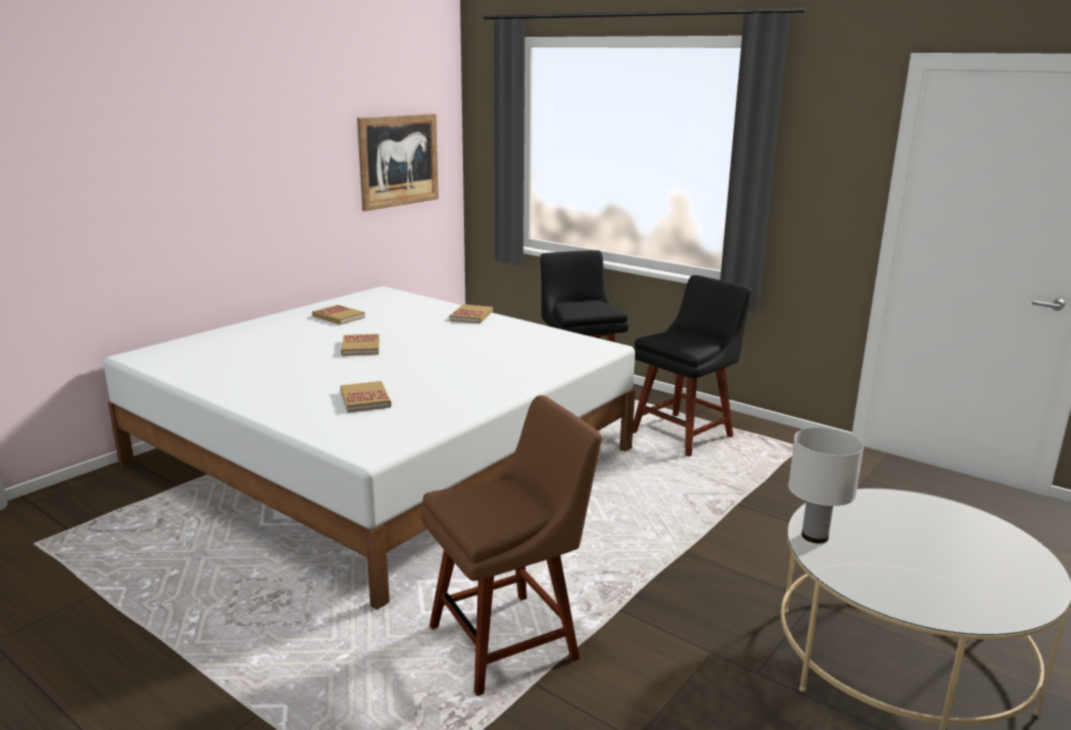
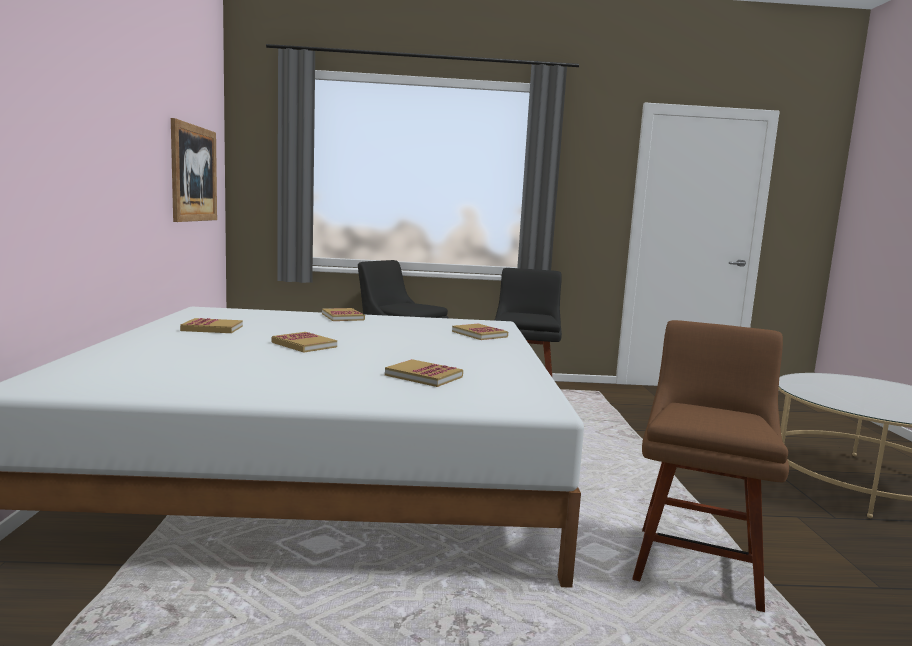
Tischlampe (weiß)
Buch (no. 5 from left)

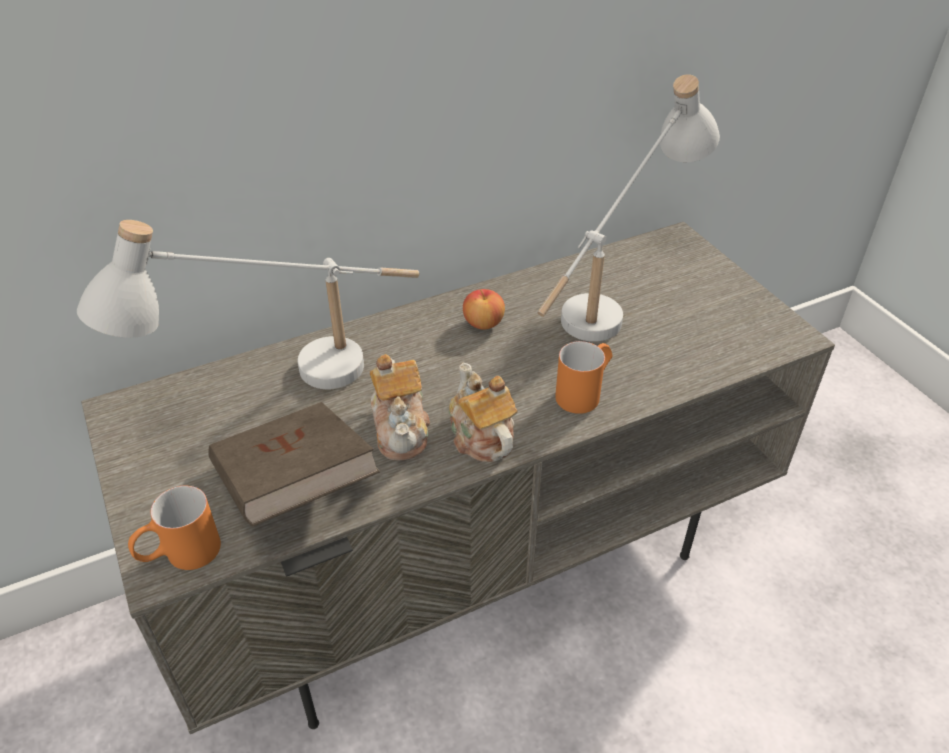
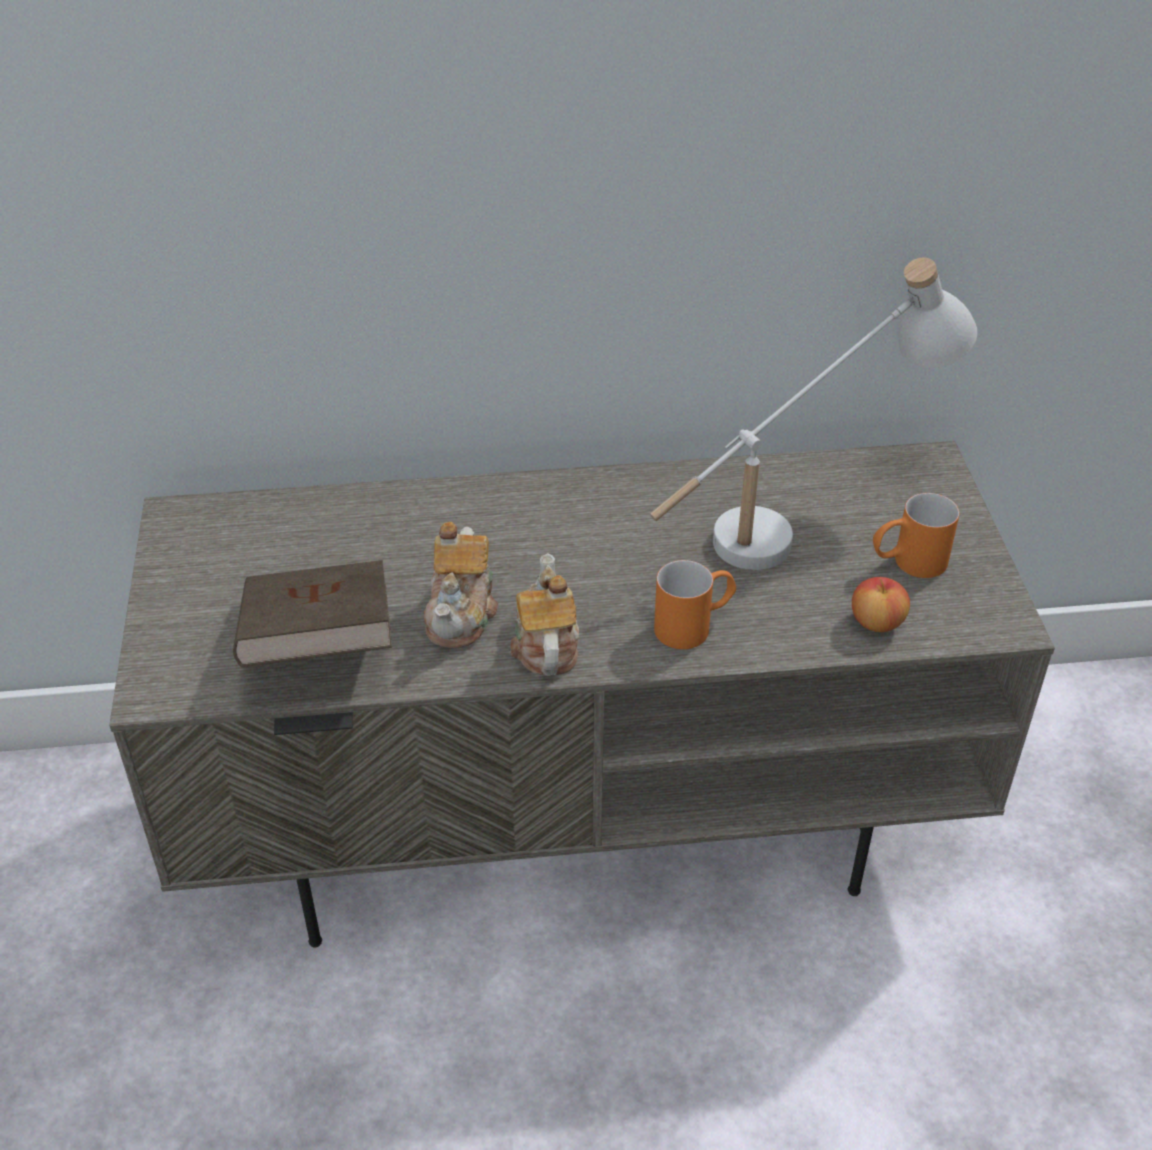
Tischlampe (weiß) (no. 1 from left in the first image)
Henkelbecher (orange) (no. 2 from left)
Apfel

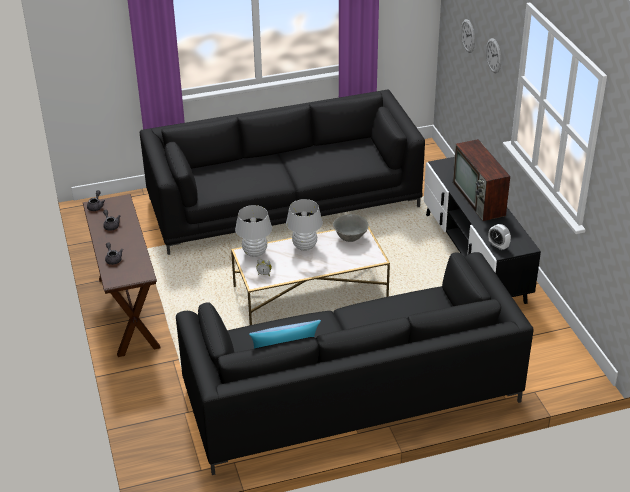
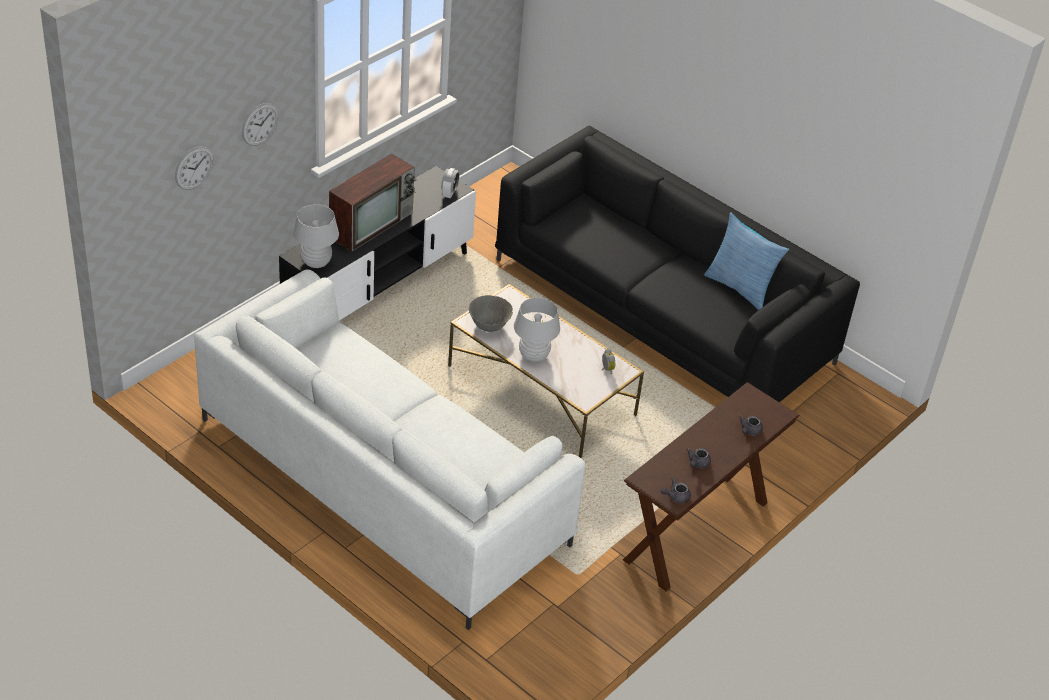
Tischlampe (weiß) (no. 1 from left)
Sofa (weiß)

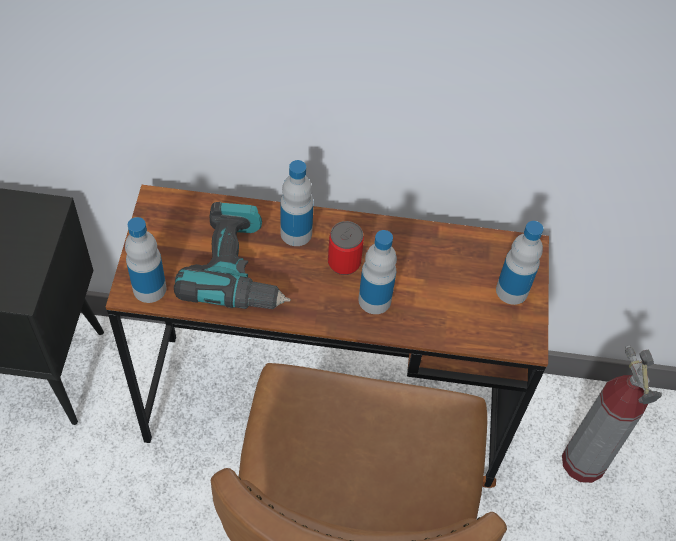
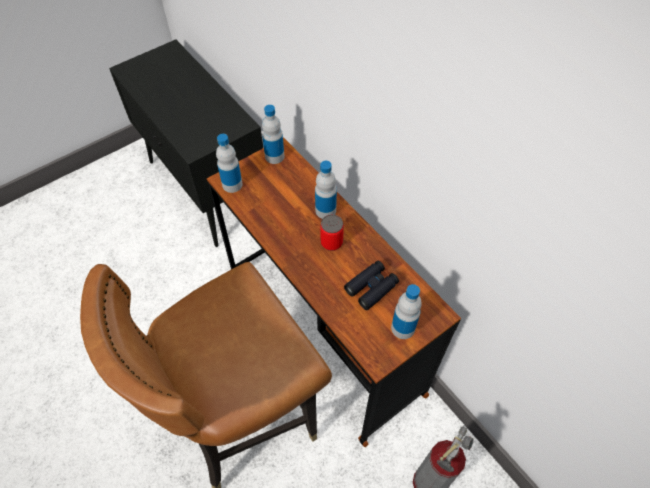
Bohrmaschine
Fernglas (schwarz)
Flasche (no. 2 from left)

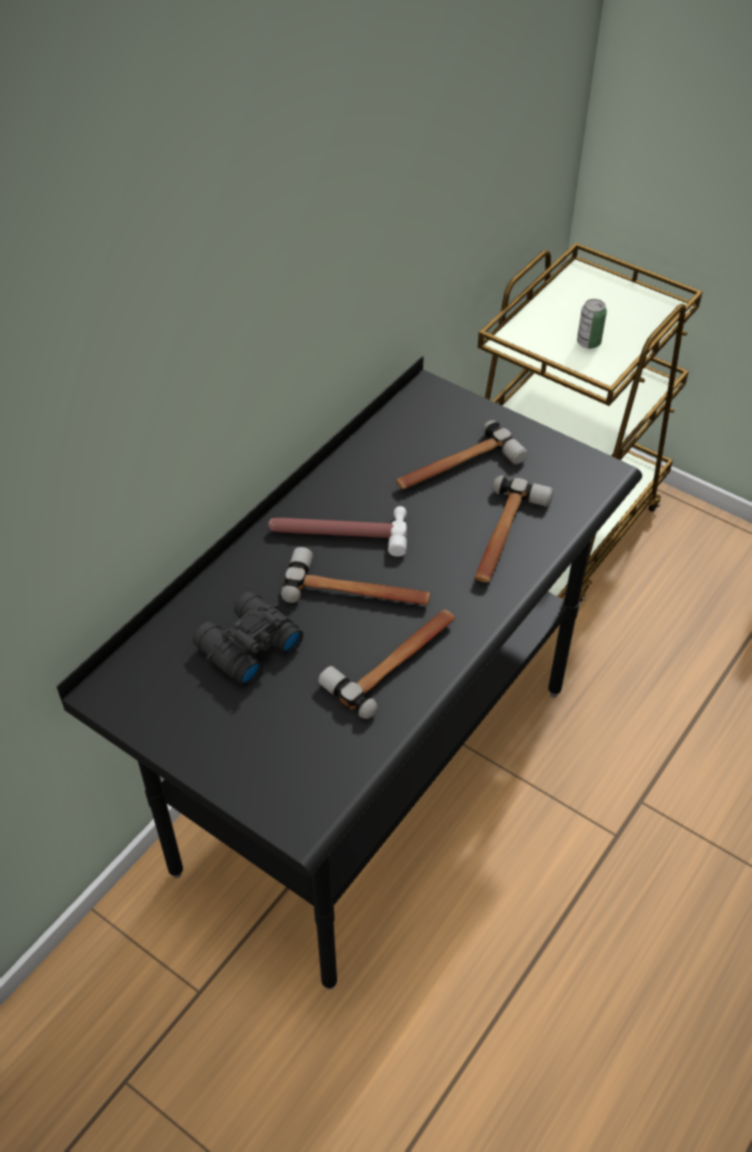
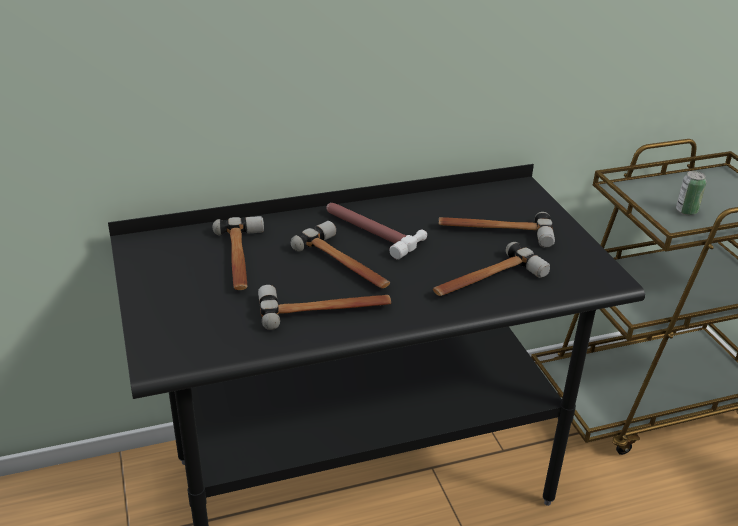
Hammer (no. 1 from left)

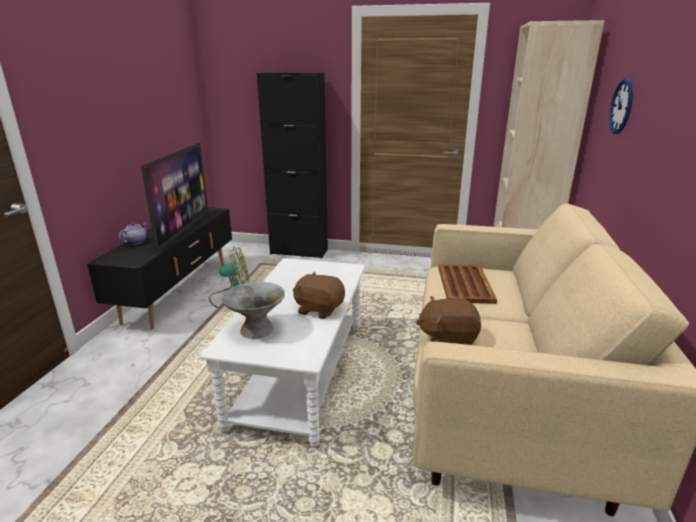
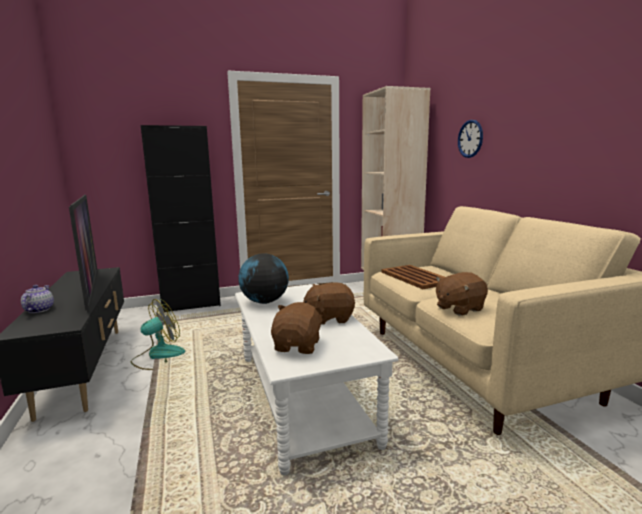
Globus
Plüschtier (braun) (no. 1 from left)

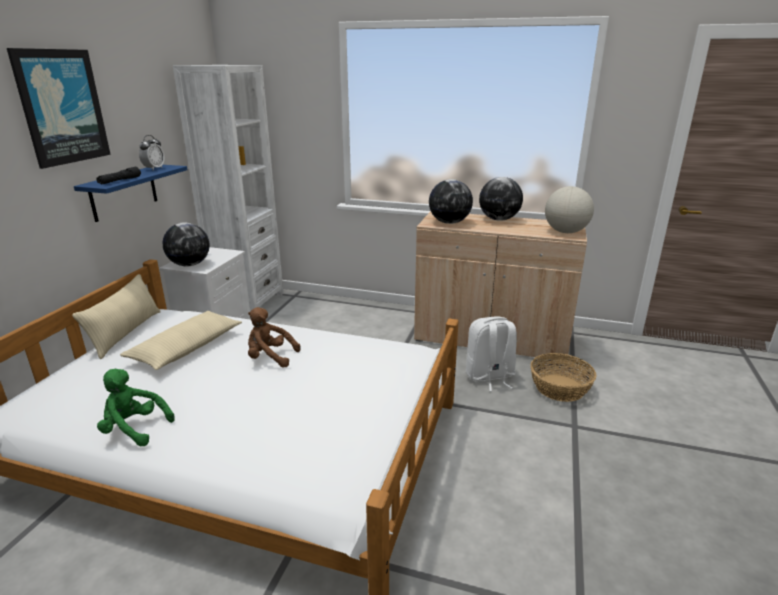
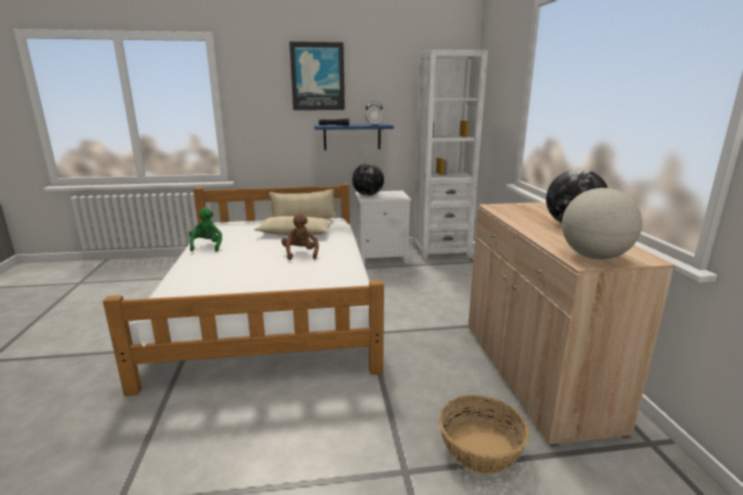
Globus (no. 2 from left in the first image)
Rucksack (weiß)

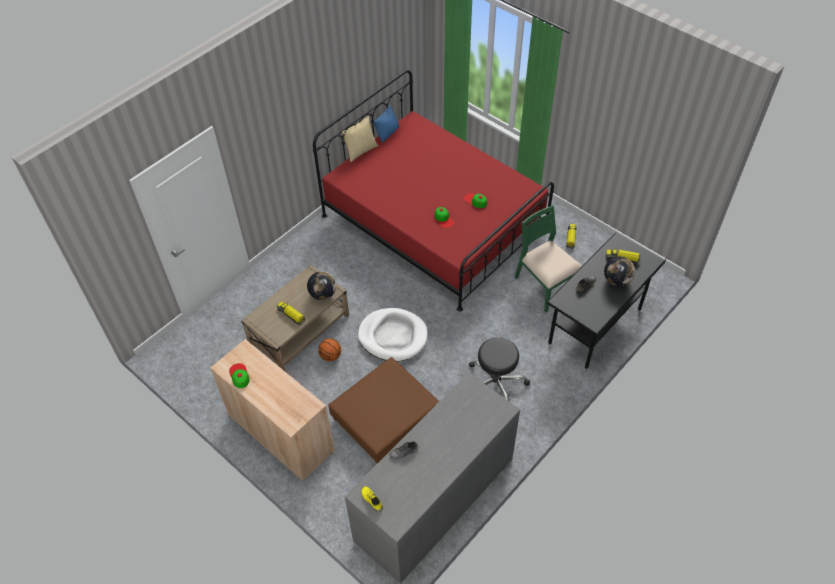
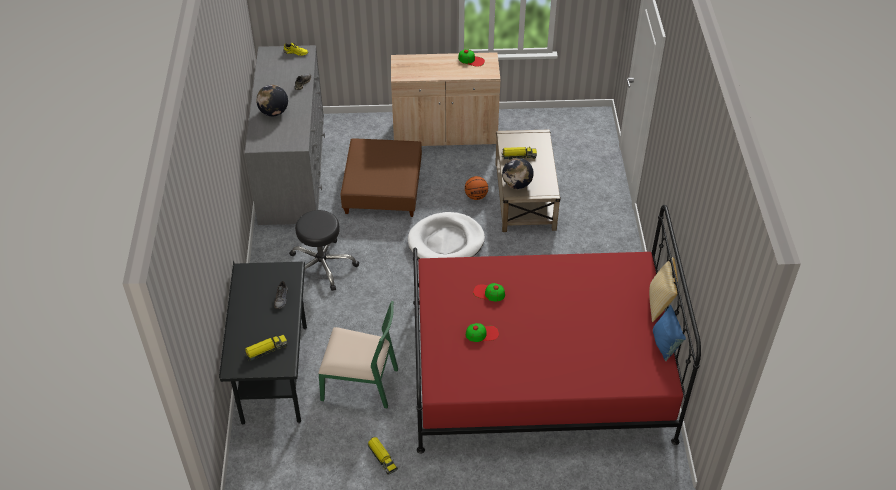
Globus (no. 1 from left)

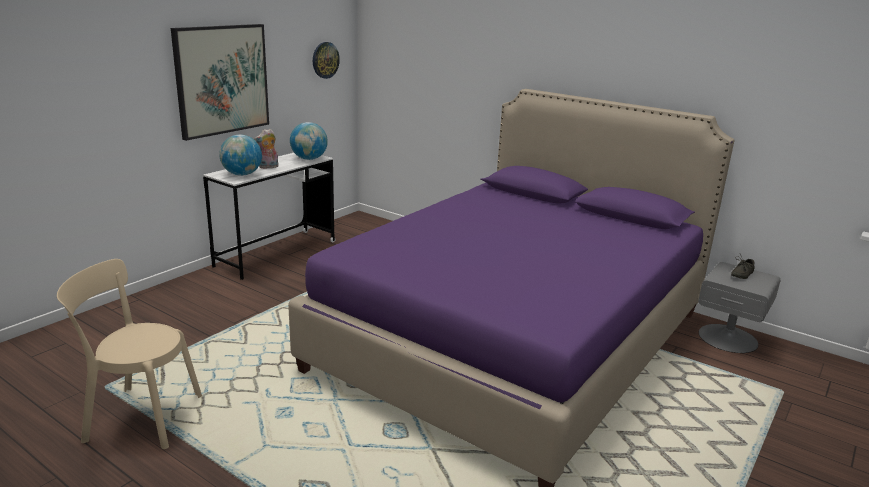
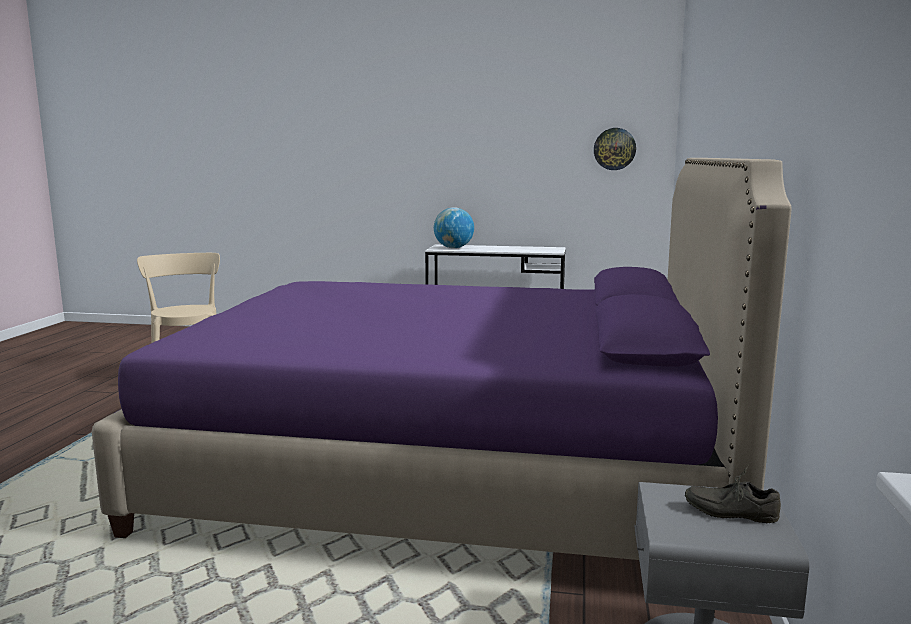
Bild
Plüschtier
Globus (no. 2 from left in the first image)

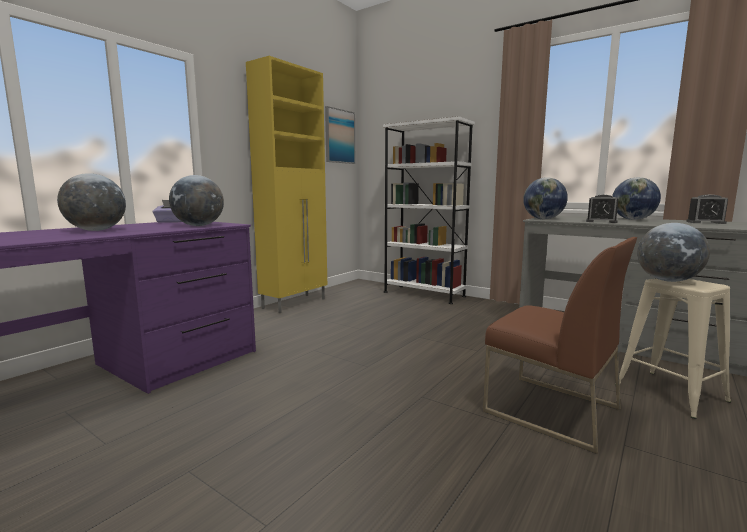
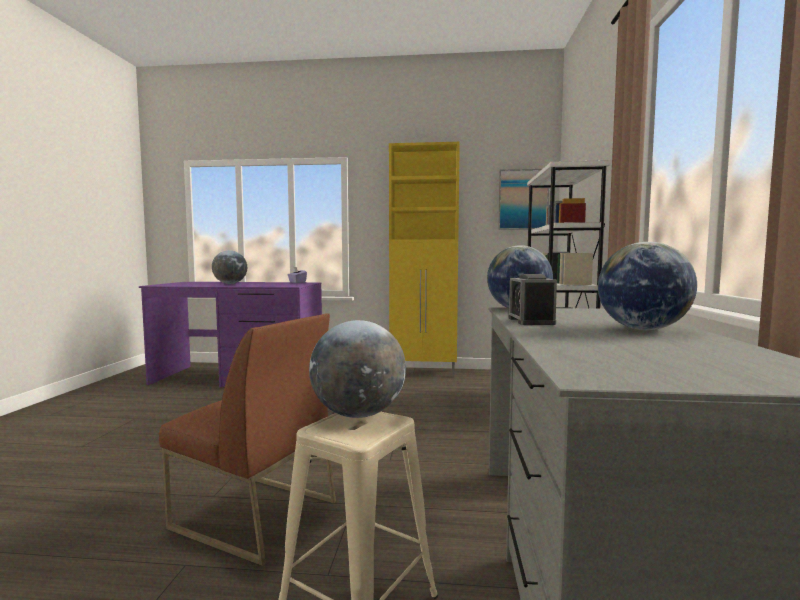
Globus (no. 2 from left in the first image)
Wecker (no. 2 from left in the first image)
Stuhl (braun)

